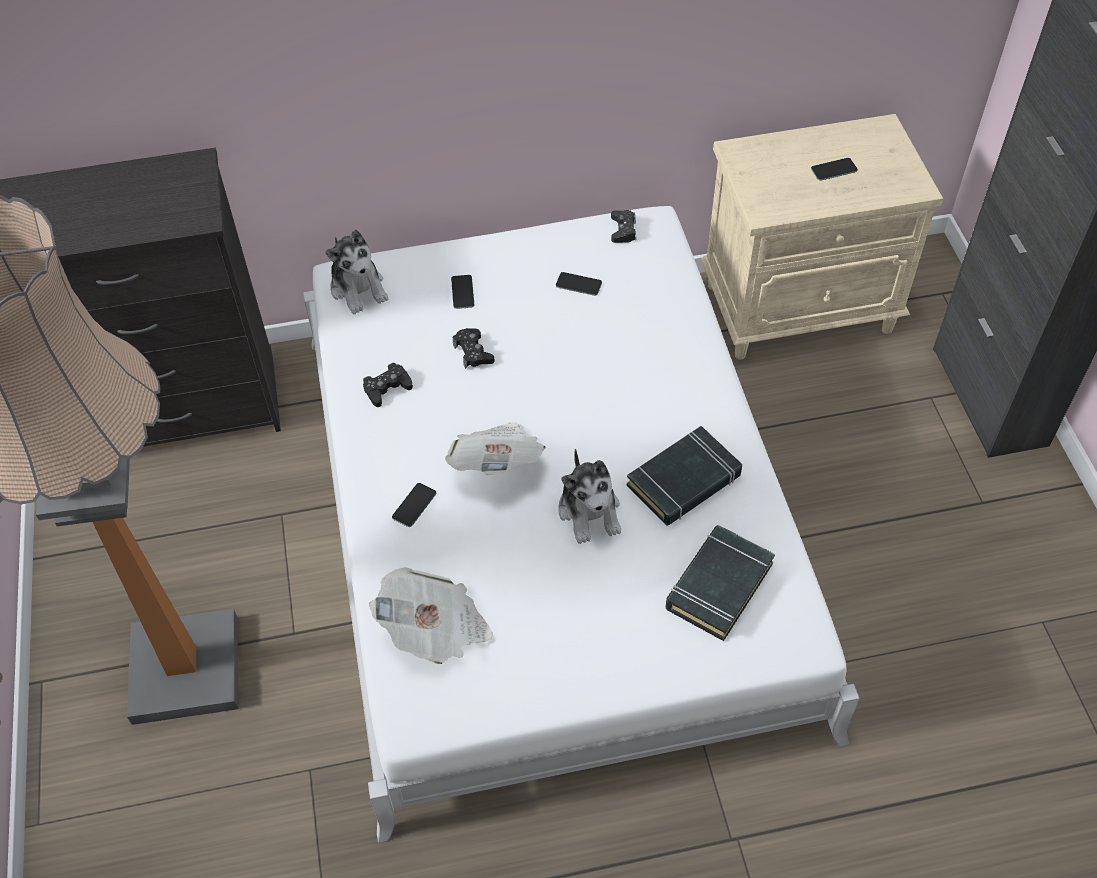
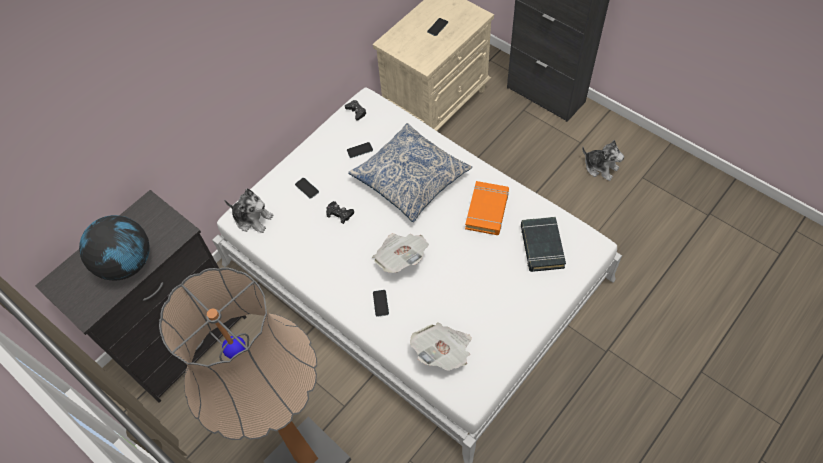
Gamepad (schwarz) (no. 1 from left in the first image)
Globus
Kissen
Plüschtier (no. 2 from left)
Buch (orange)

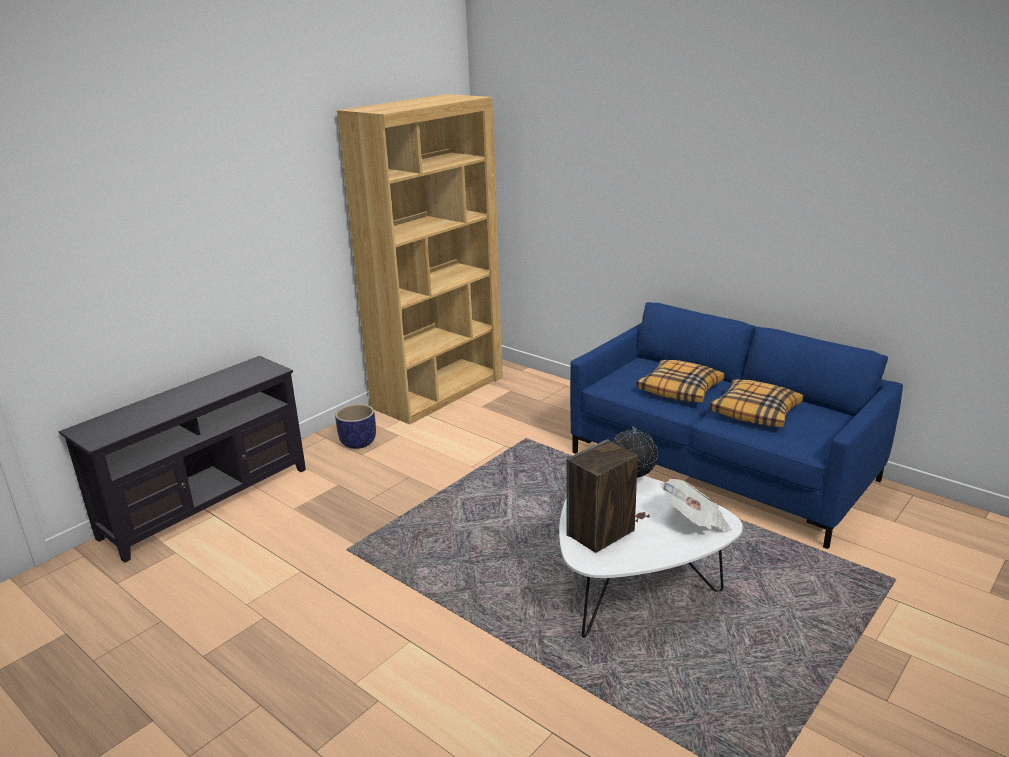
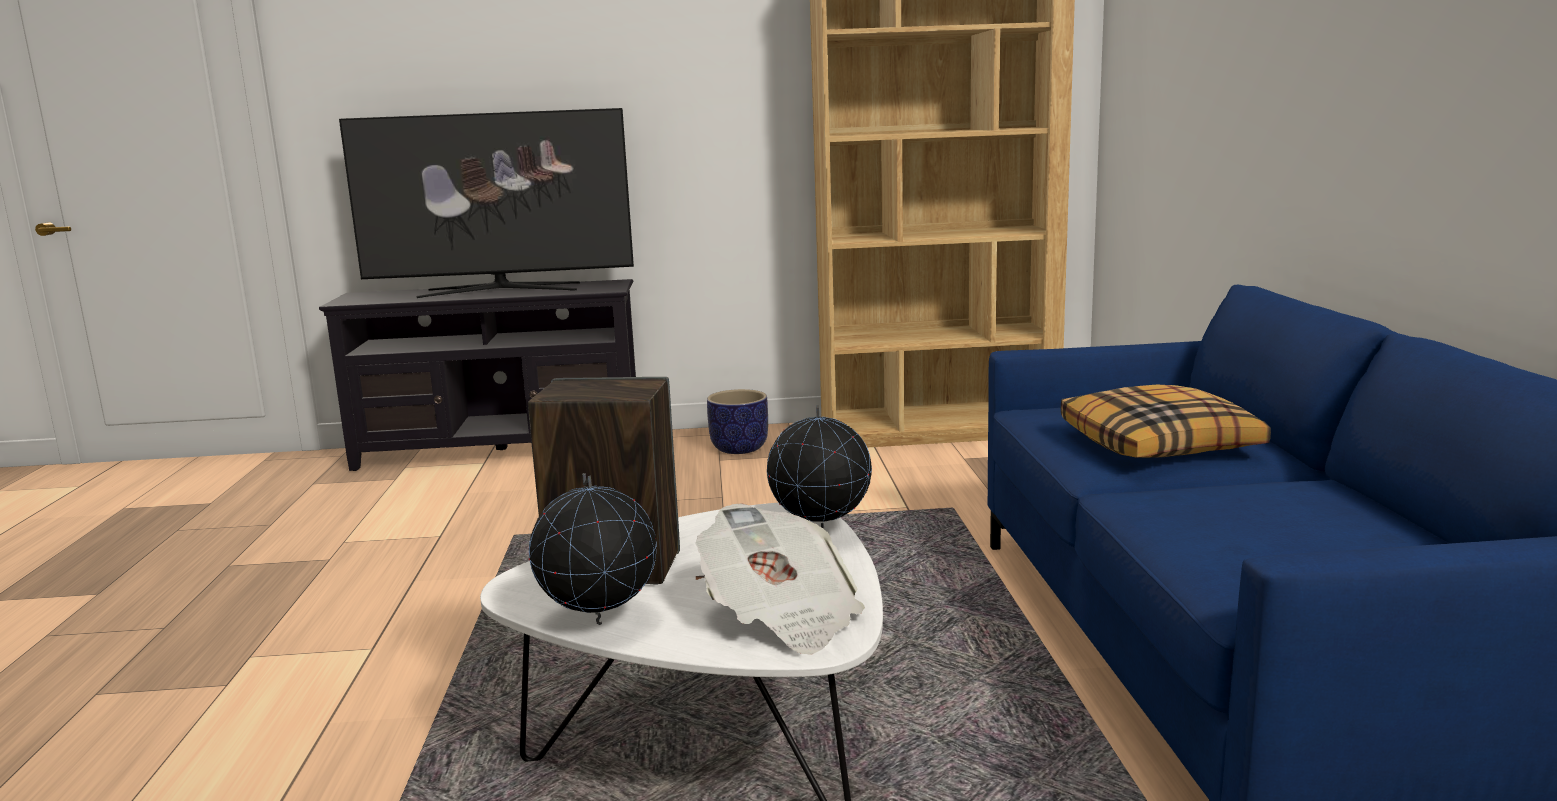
Kissen (no. 2 from left in the first image)
Fernseher
Globus (no. 1 from left)

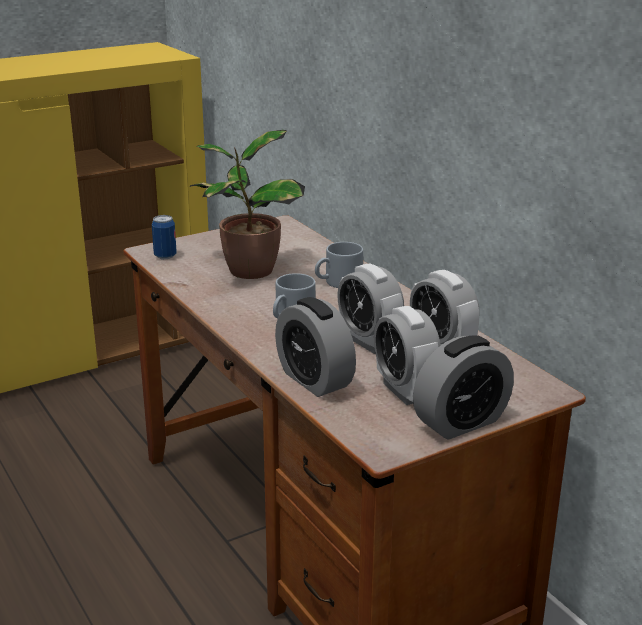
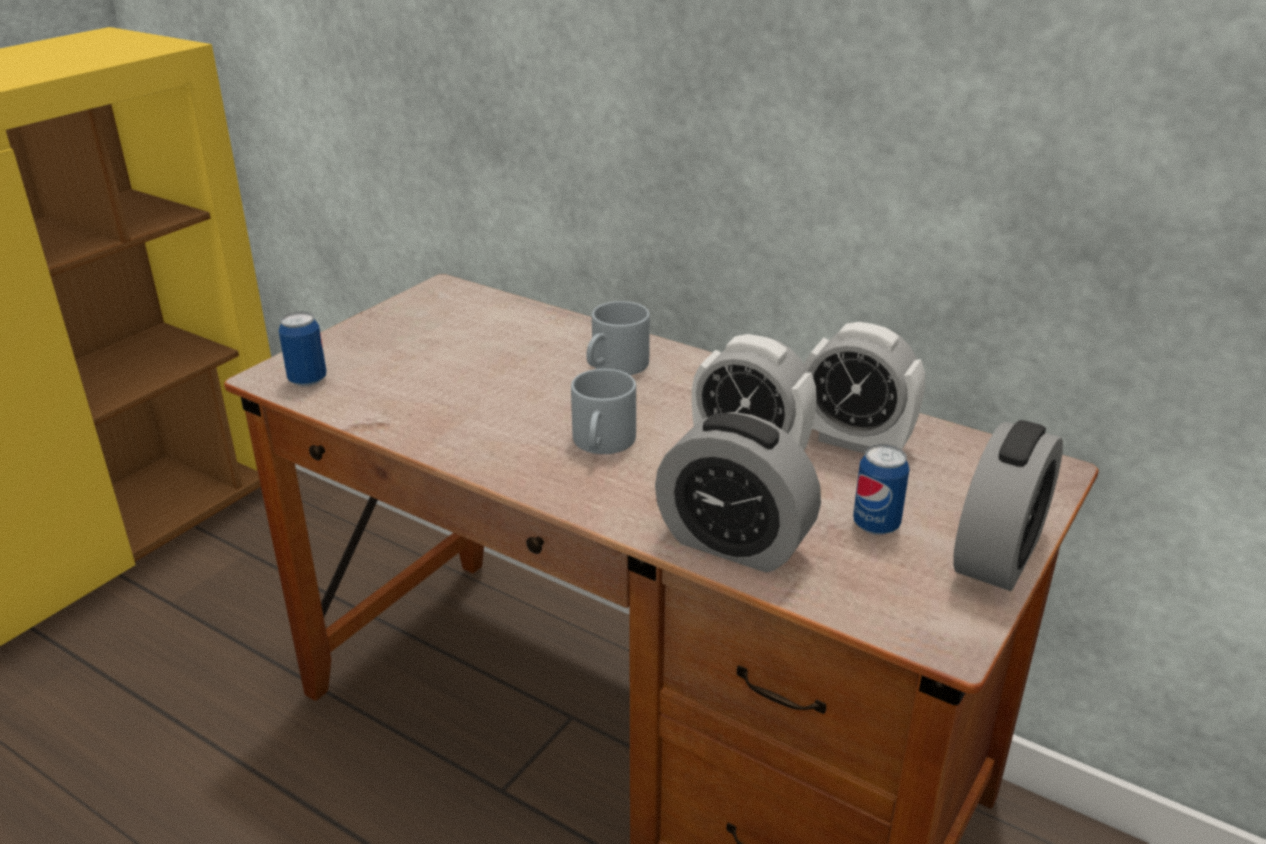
Topfpflanze
Dose (no. 2 from left)

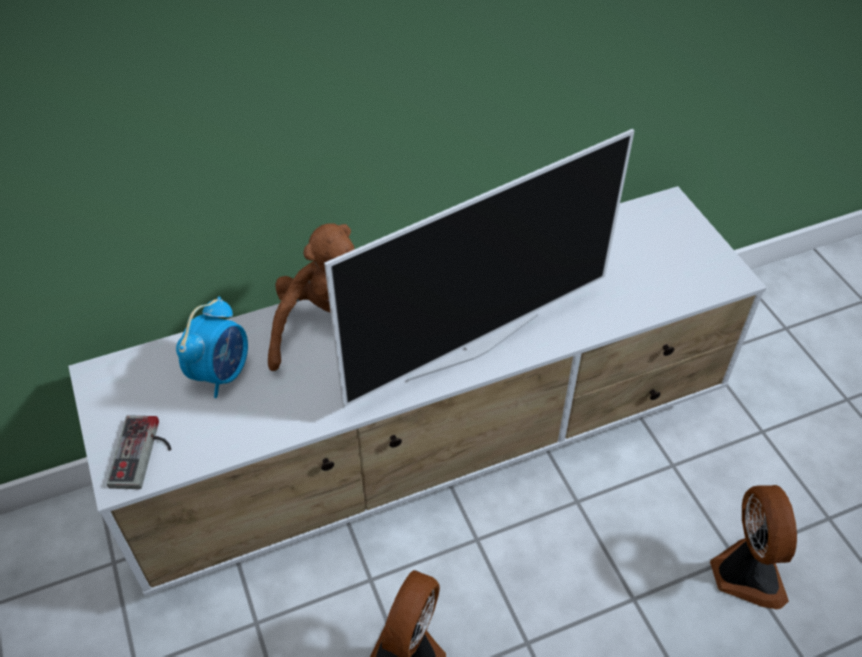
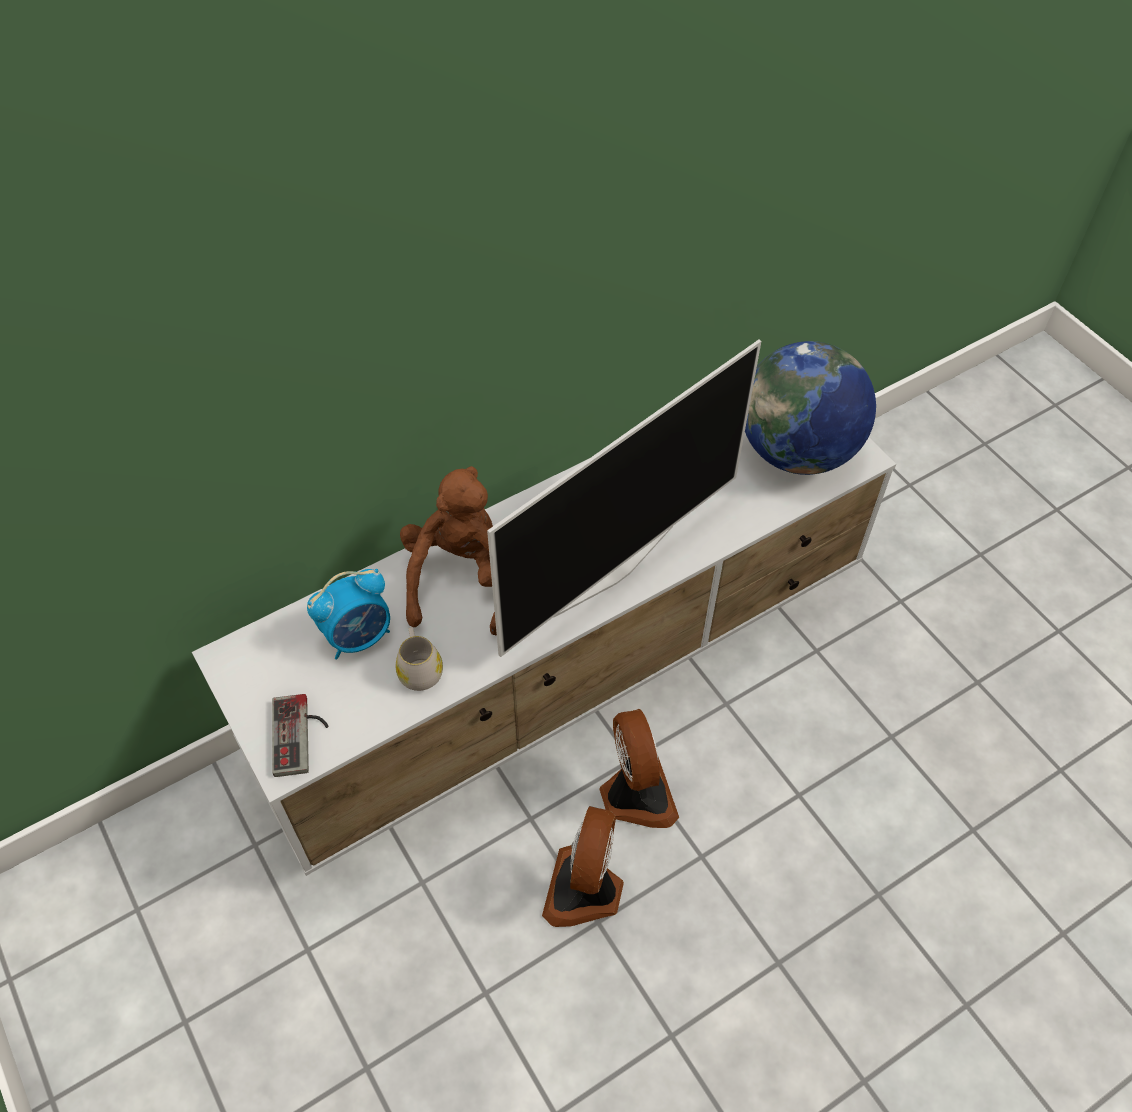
Henkelbecher (weiß)
Globus
Ventilator (no. 2 from left)
Wecker

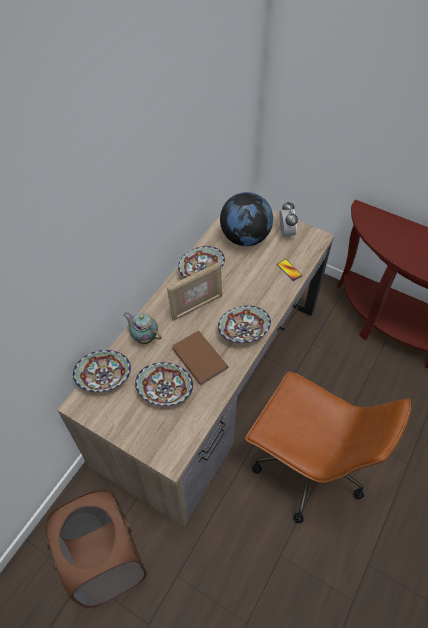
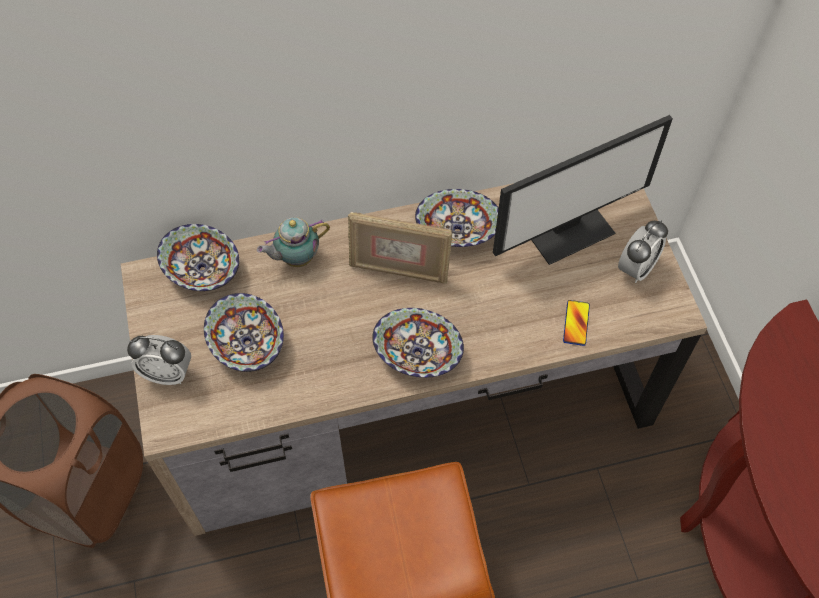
Buch (braun)
Wecker (no. 1 from left)
Monitor
Teekanne

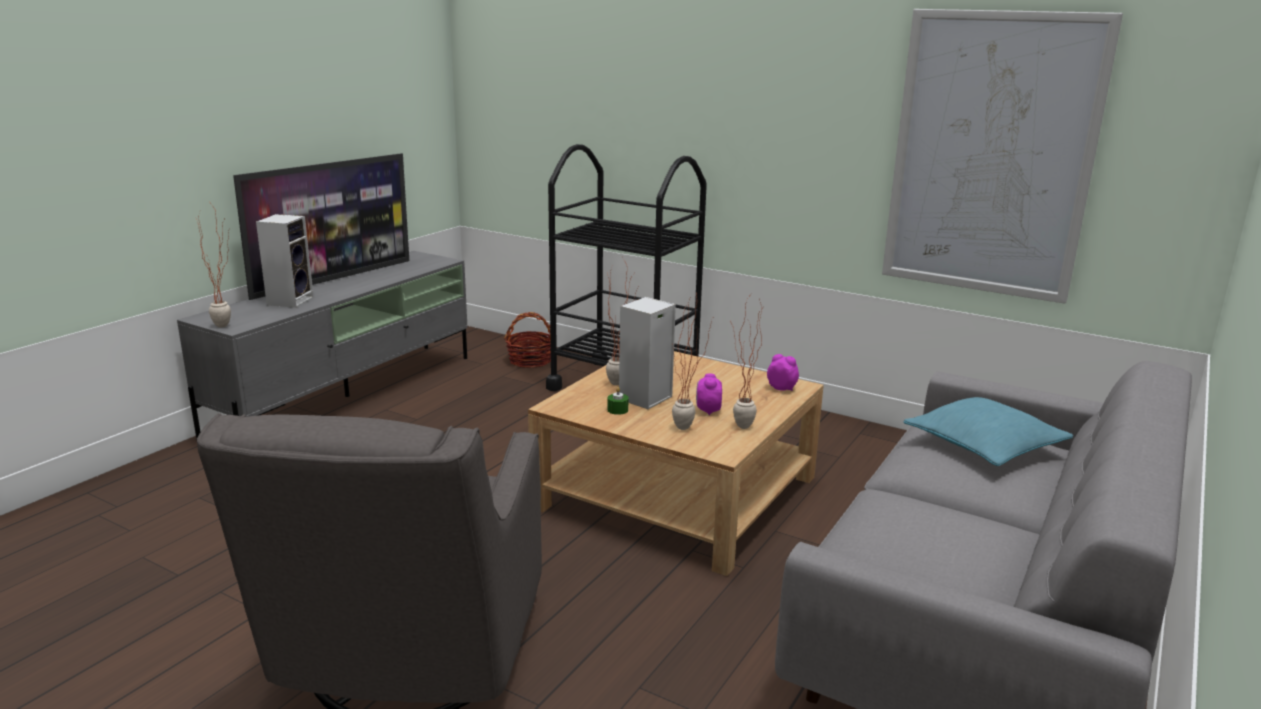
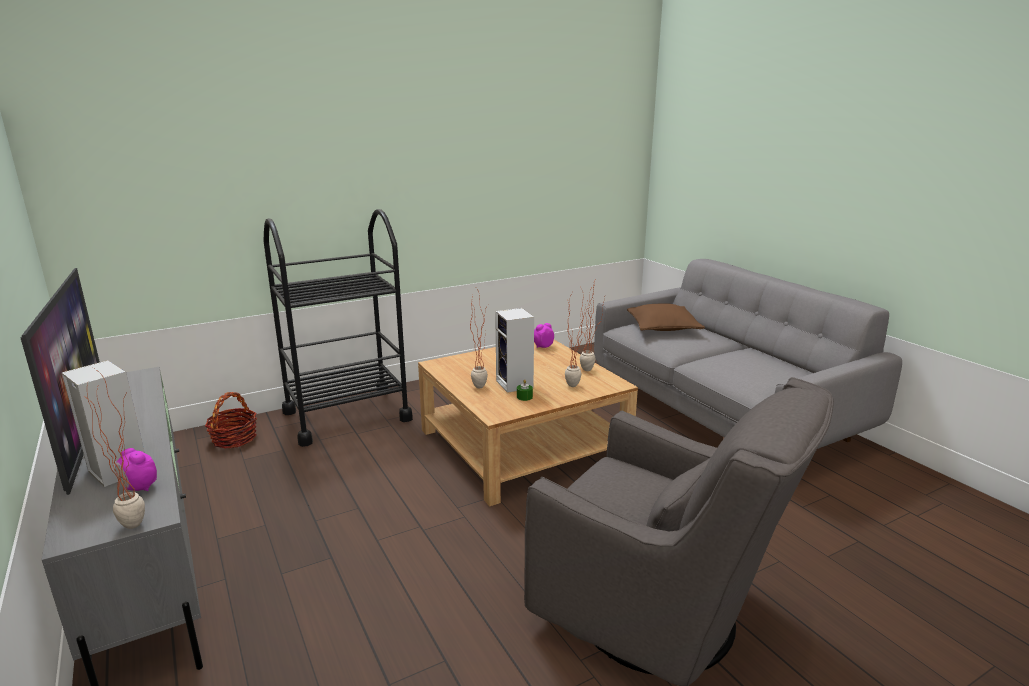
Bild
Wecker (no. 1 from left)
Kissen (braun)

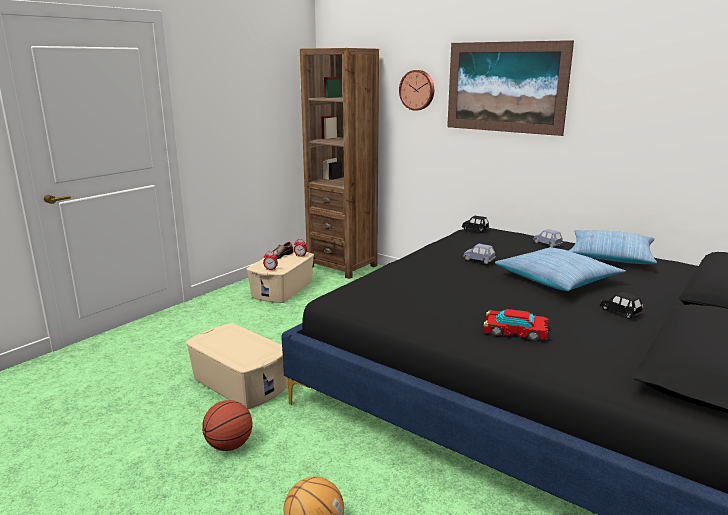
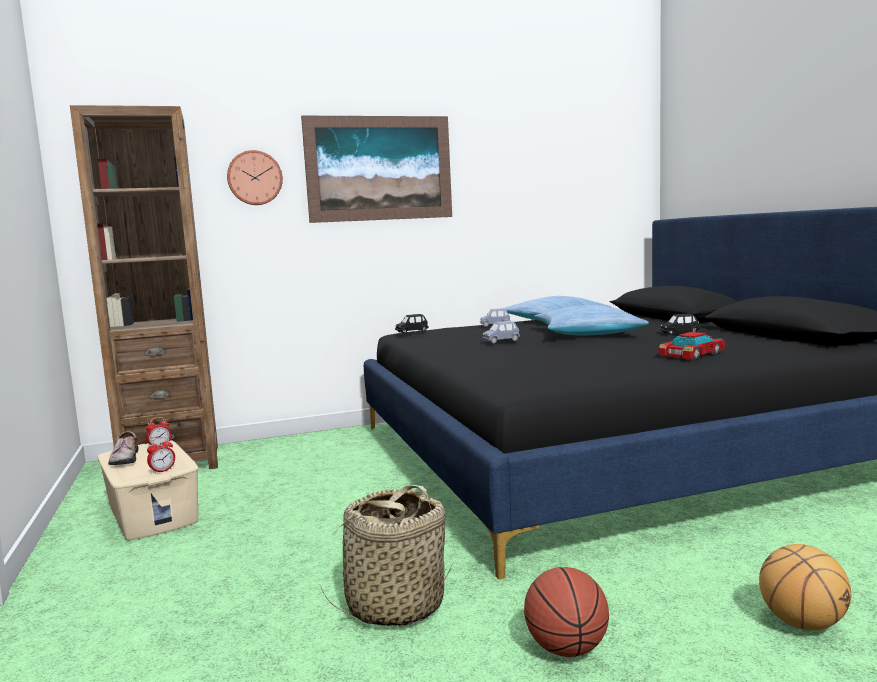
Korb

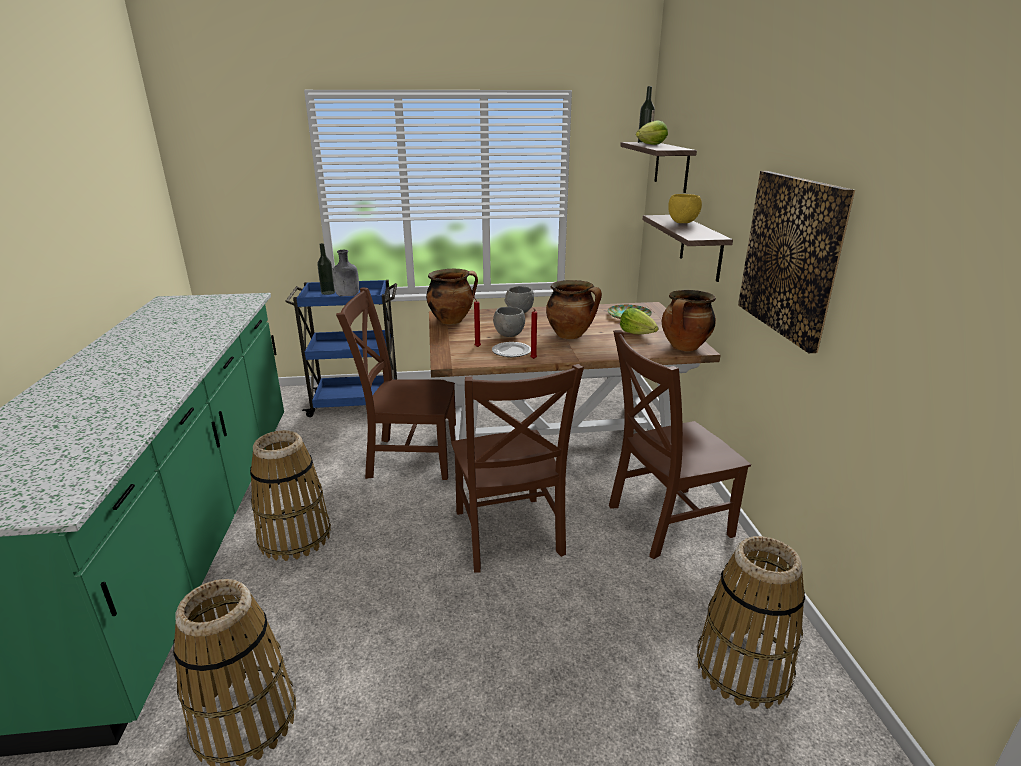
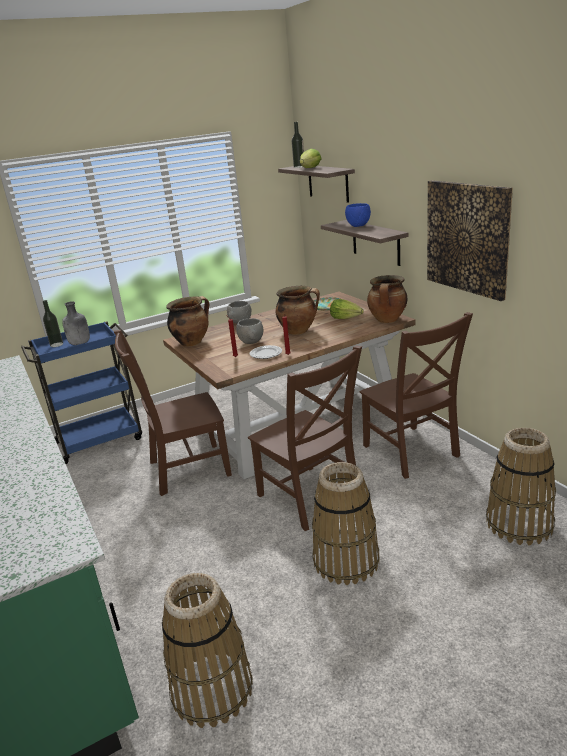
Korb (no. 2 from left)
Schüssel (blau)
Stuhl (braun) (no. 3 from left)

